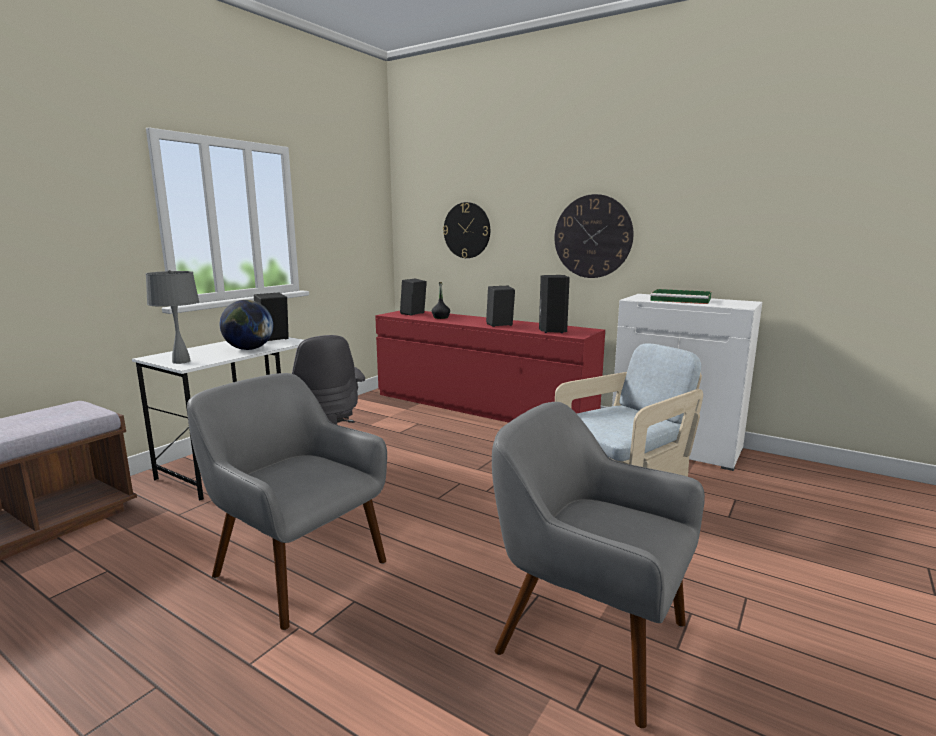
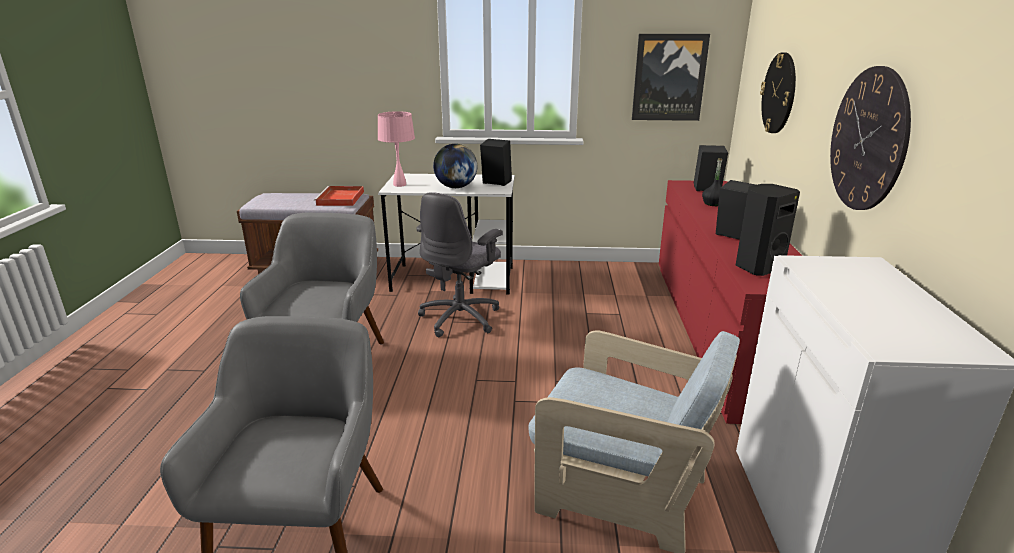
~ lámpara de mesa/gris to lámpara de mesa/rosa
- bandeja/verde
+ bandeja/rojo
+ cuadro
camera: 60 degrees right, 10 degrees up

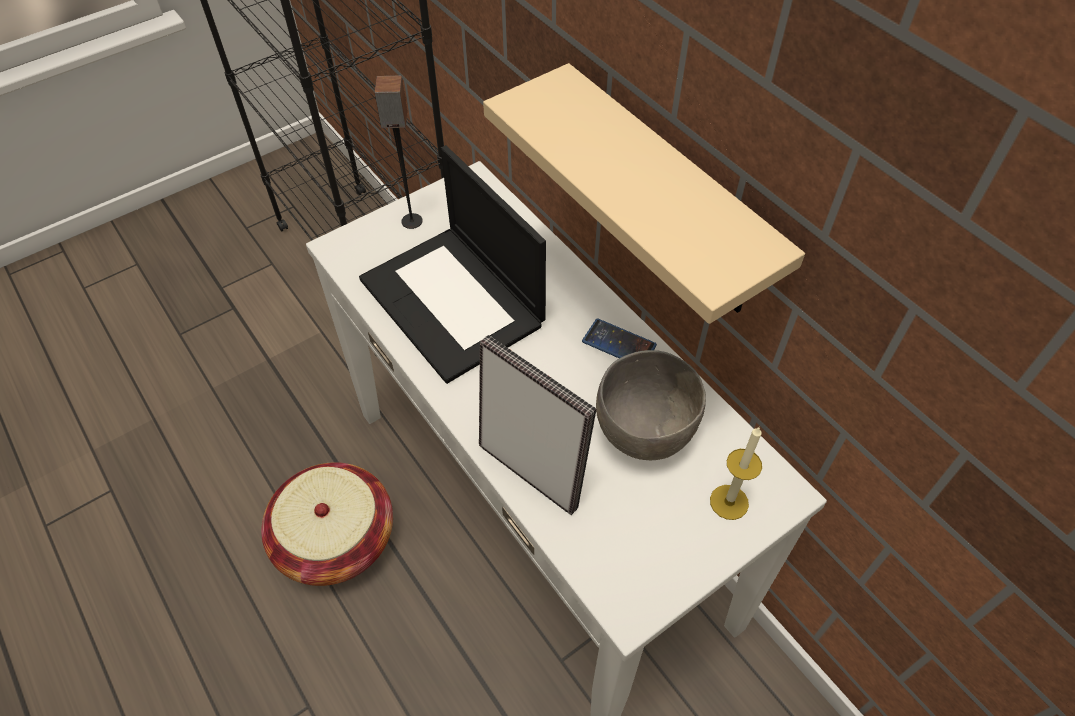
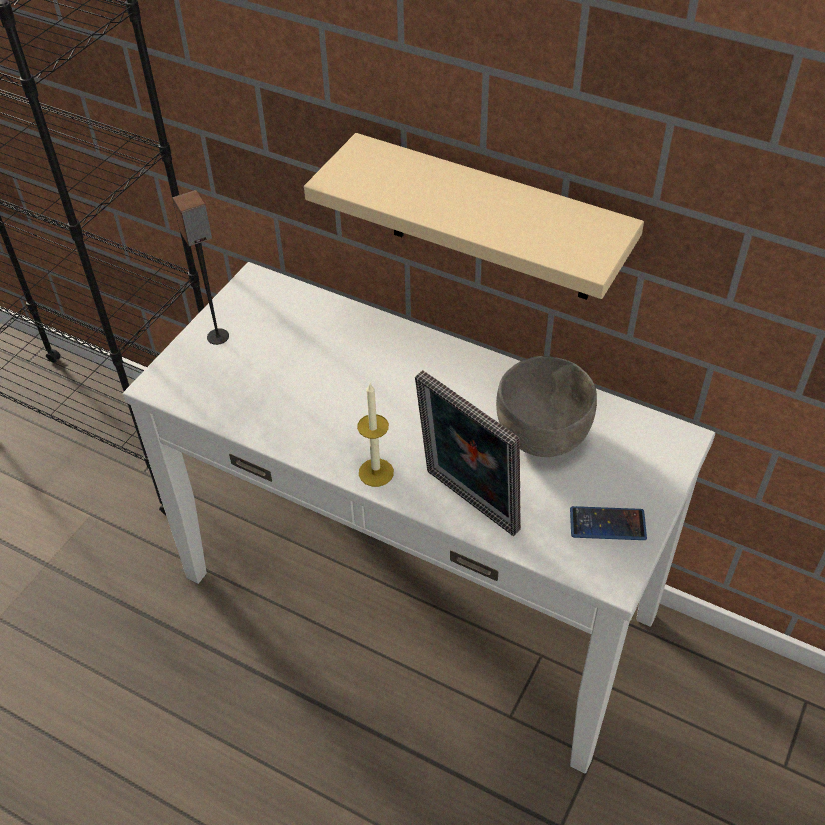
- cesta
- portátil
~ portarretratos 150 degrees counterclockwise
~ móvil
~ vela
camera: 25 degrees left, 5 degrees down

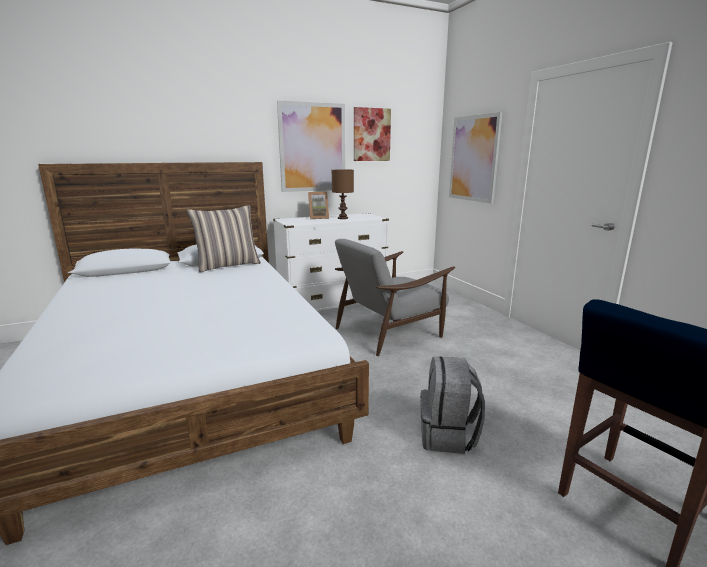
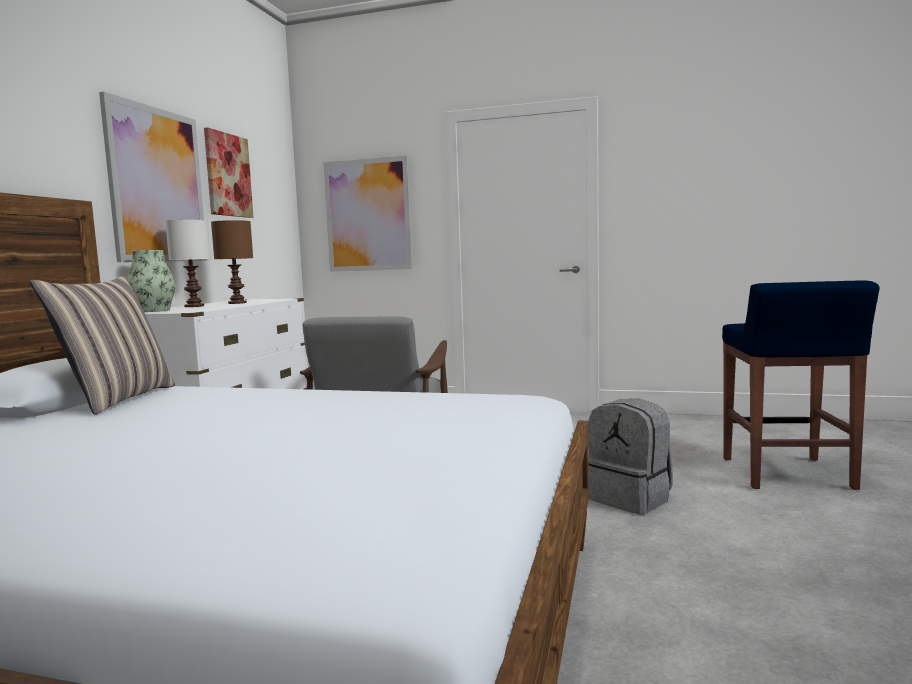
~ portarretratos to lámpara de mesa/blanco
+ florero
camera: 50 degrees left, 10 degrees down

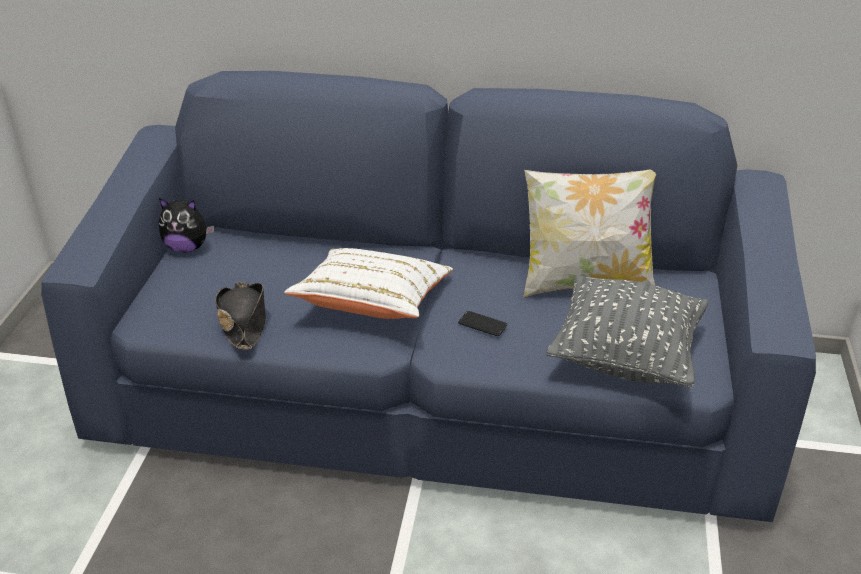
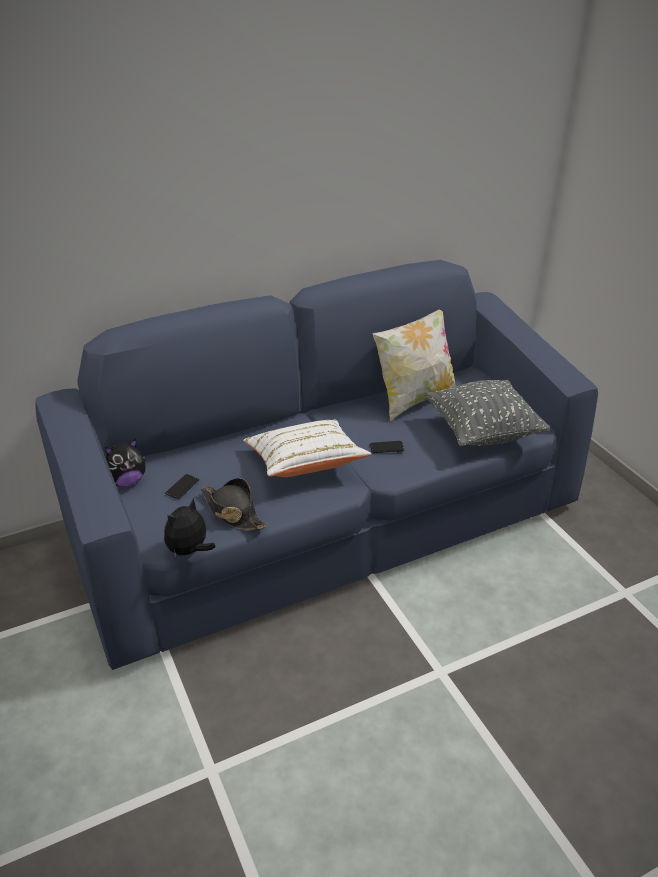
+ peluche (2nd from left)
+ móvil (1st from left)
camera: 35 degrees left, 0 degrees up

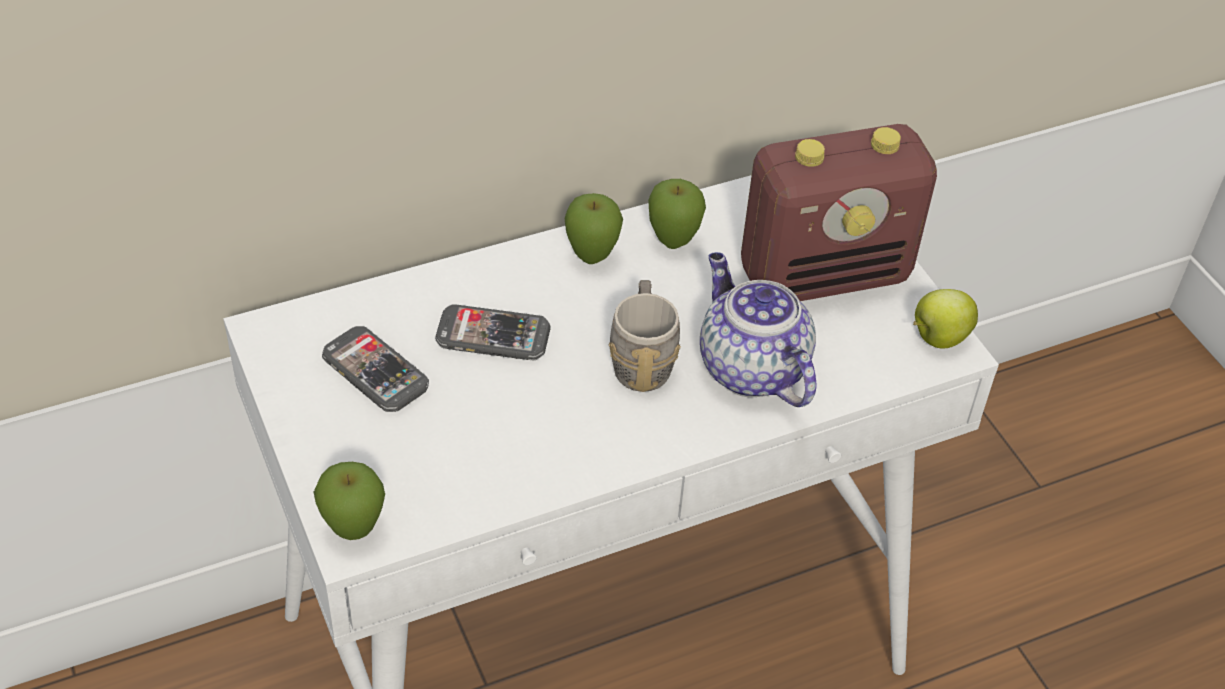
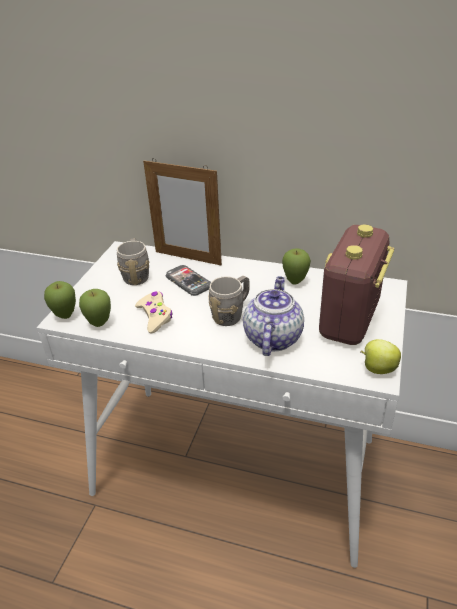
~ móvil (1st from left) to taza grande/gris (1st from left)
~ manzana (2nd from left)
~ radio 90 degrees clockwise
+ mando de consola/beis
+ portarretratos
camera: 45 degrees right, 10 degrees down

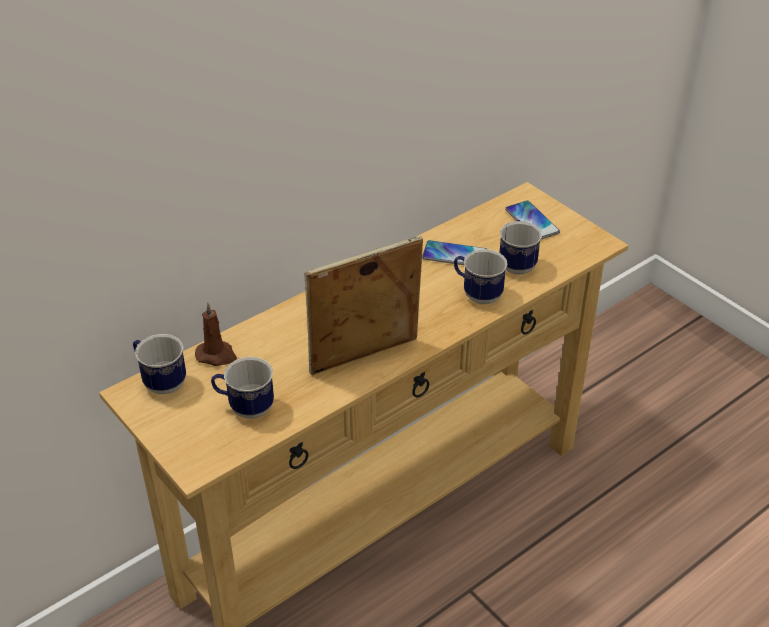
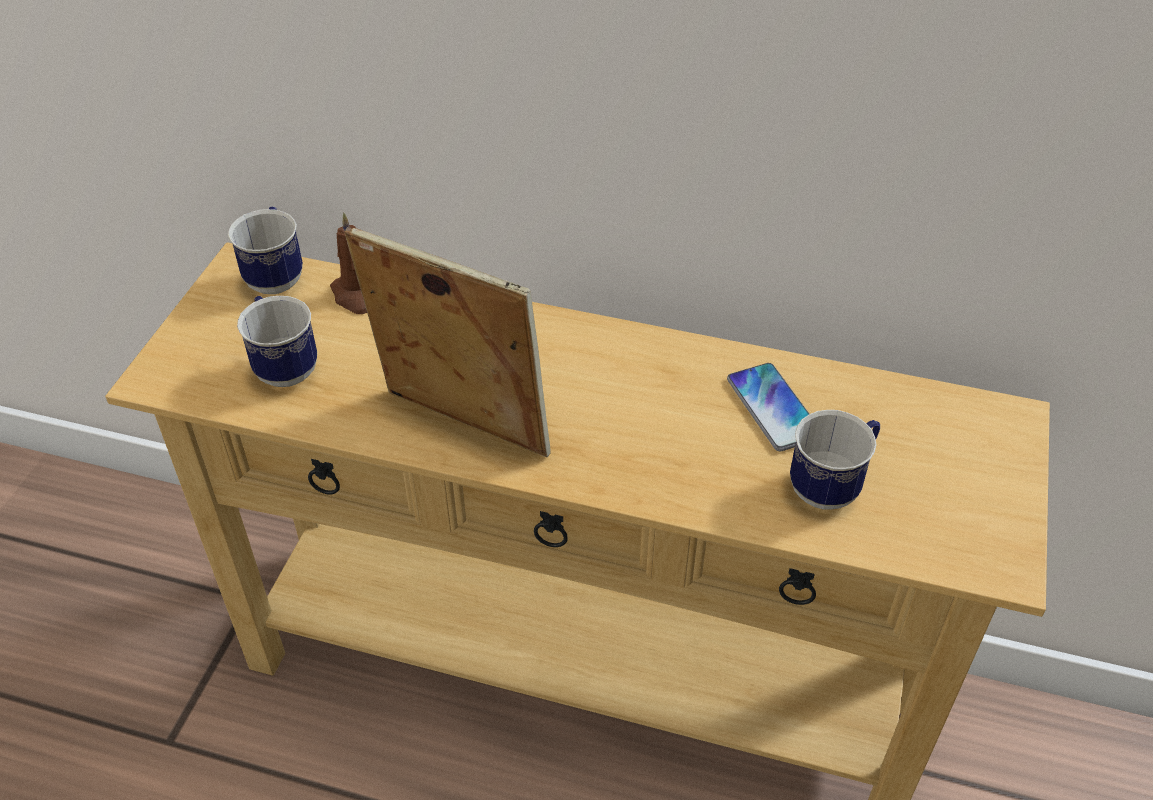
- taza grande (3rd from left)
- móvil (2nd from left)
camera: 55 degrees right, 5 degrees up

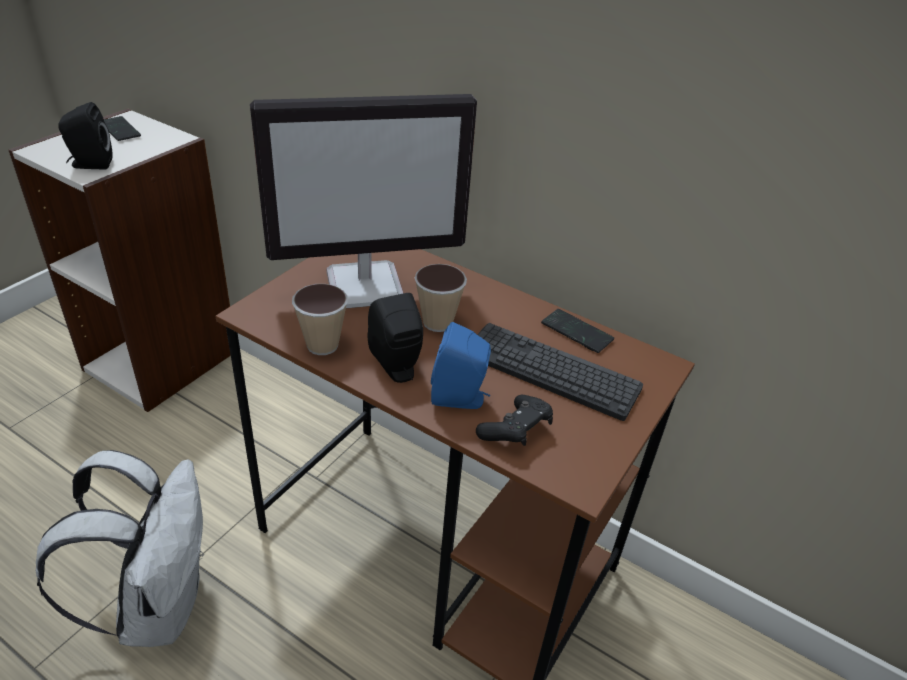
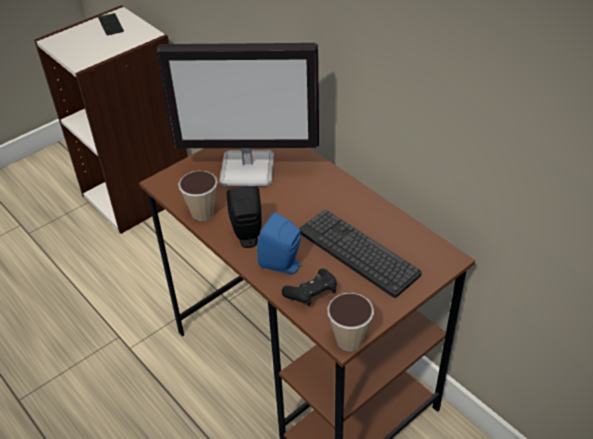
- mochila/blanco
- altavoz/negro (1st from left)
~ taza (2nd from left)
- móvil (2nd from left)
camera: 20 degrees right, 5 degrees up

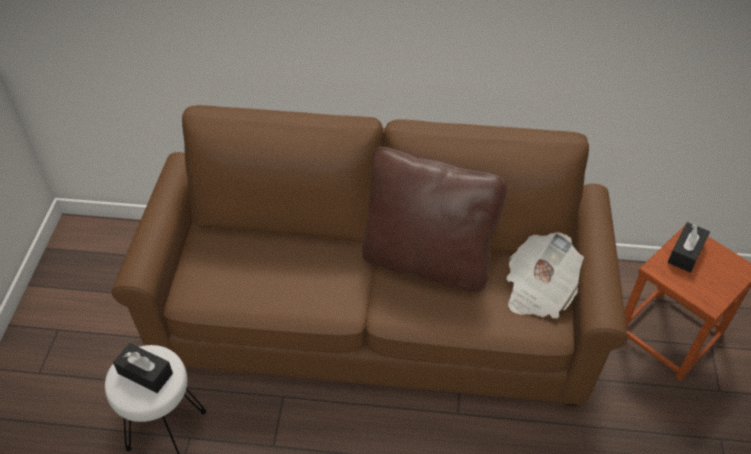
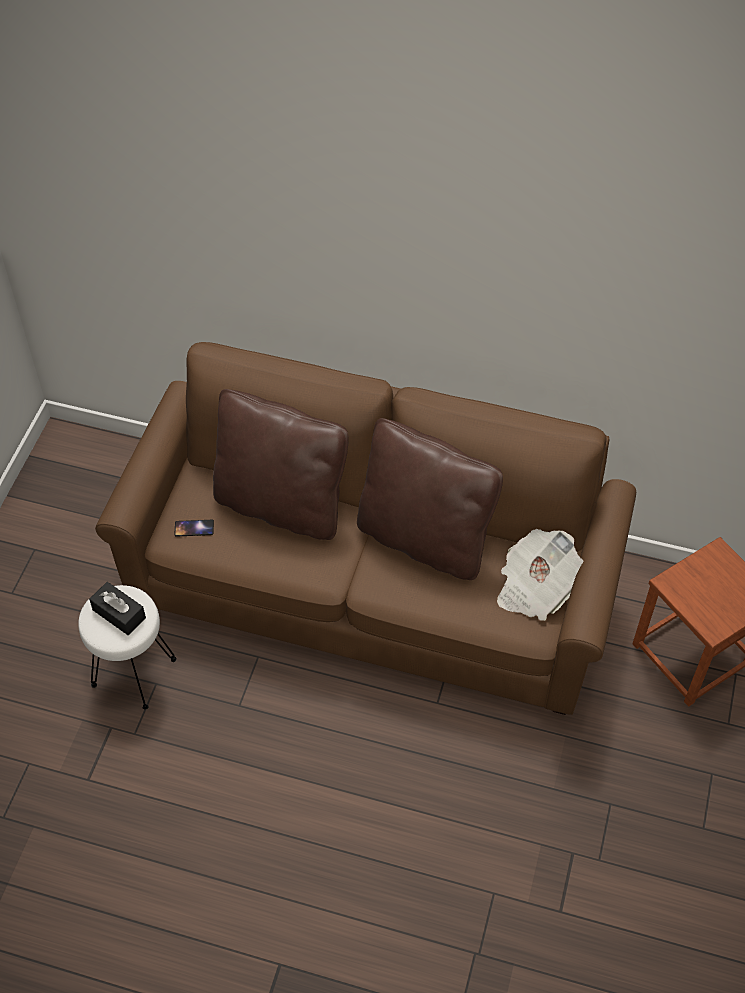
- caja de pañuelos/negro (2nd from left)
+ móvil
+ cojín/marrón (1st from left)
camera: 10 degrees right, 5 degrees up

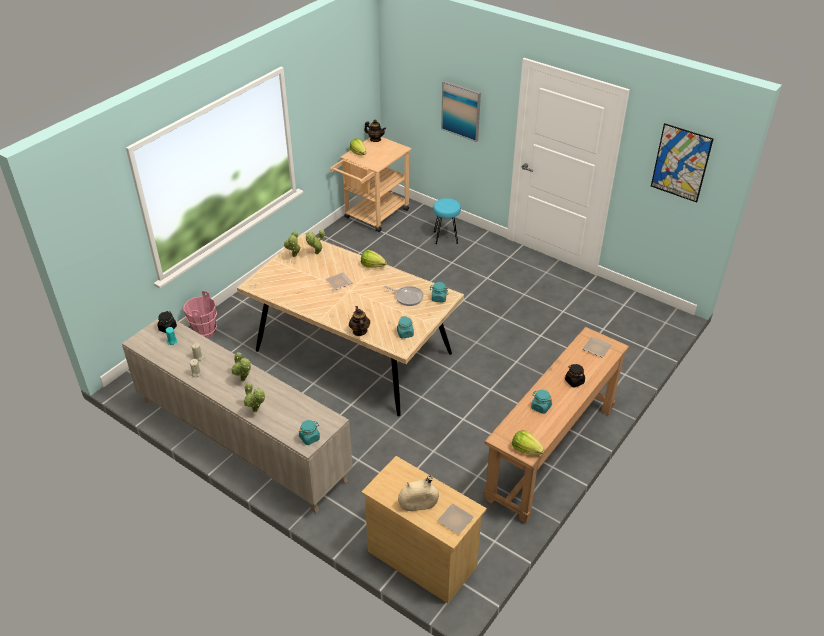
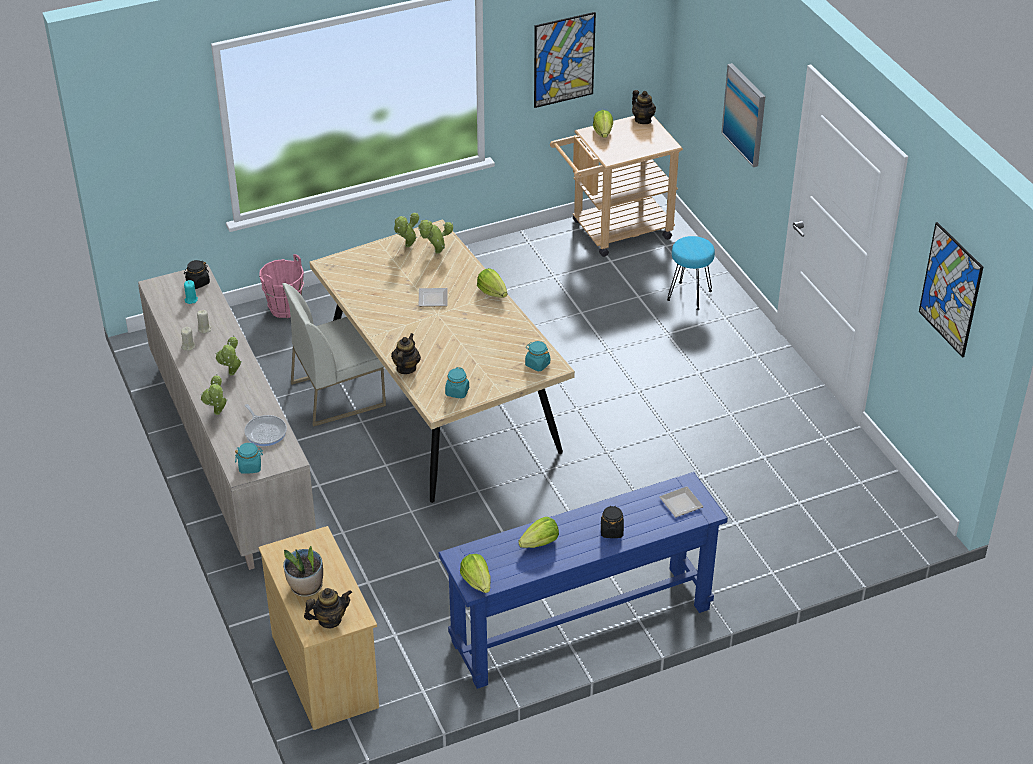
~ sartén
~ florero/beis to planta en maceta (3rd from left)
~ plato (2nd from left) to tetera (1st from left)
~ mesa consola/marrón to mesa consola/azul
~ tarro/turquesa (4th from left) to lechuga (3rd from left)
+ silla/blanco
+ cuadro (1st from left)
camera: 30 degrees right, 0 degrees up

